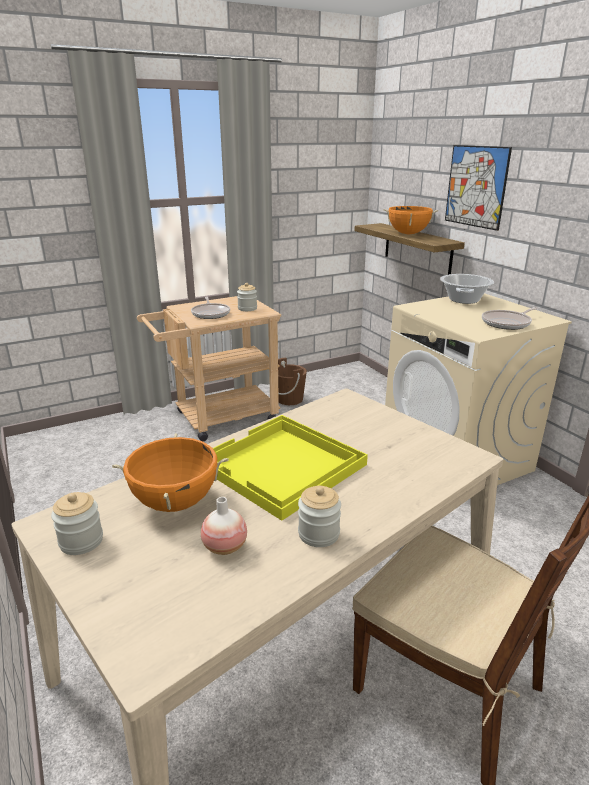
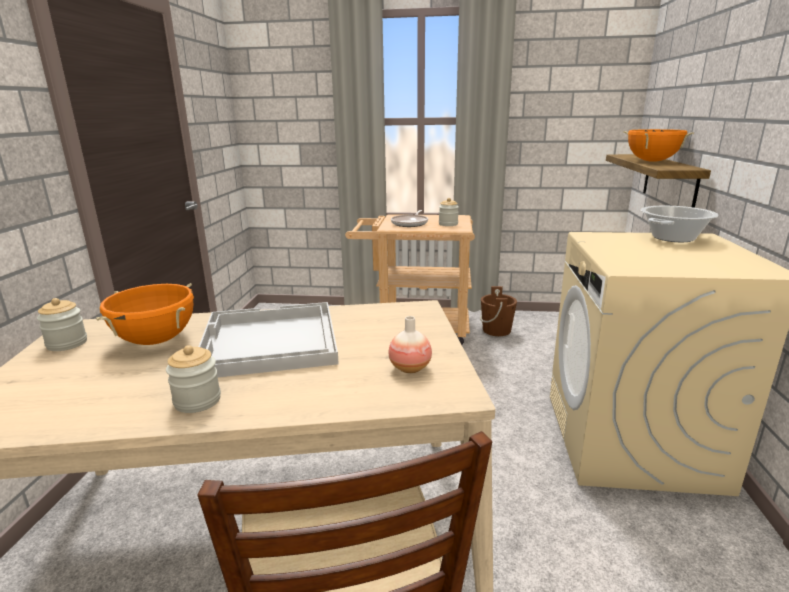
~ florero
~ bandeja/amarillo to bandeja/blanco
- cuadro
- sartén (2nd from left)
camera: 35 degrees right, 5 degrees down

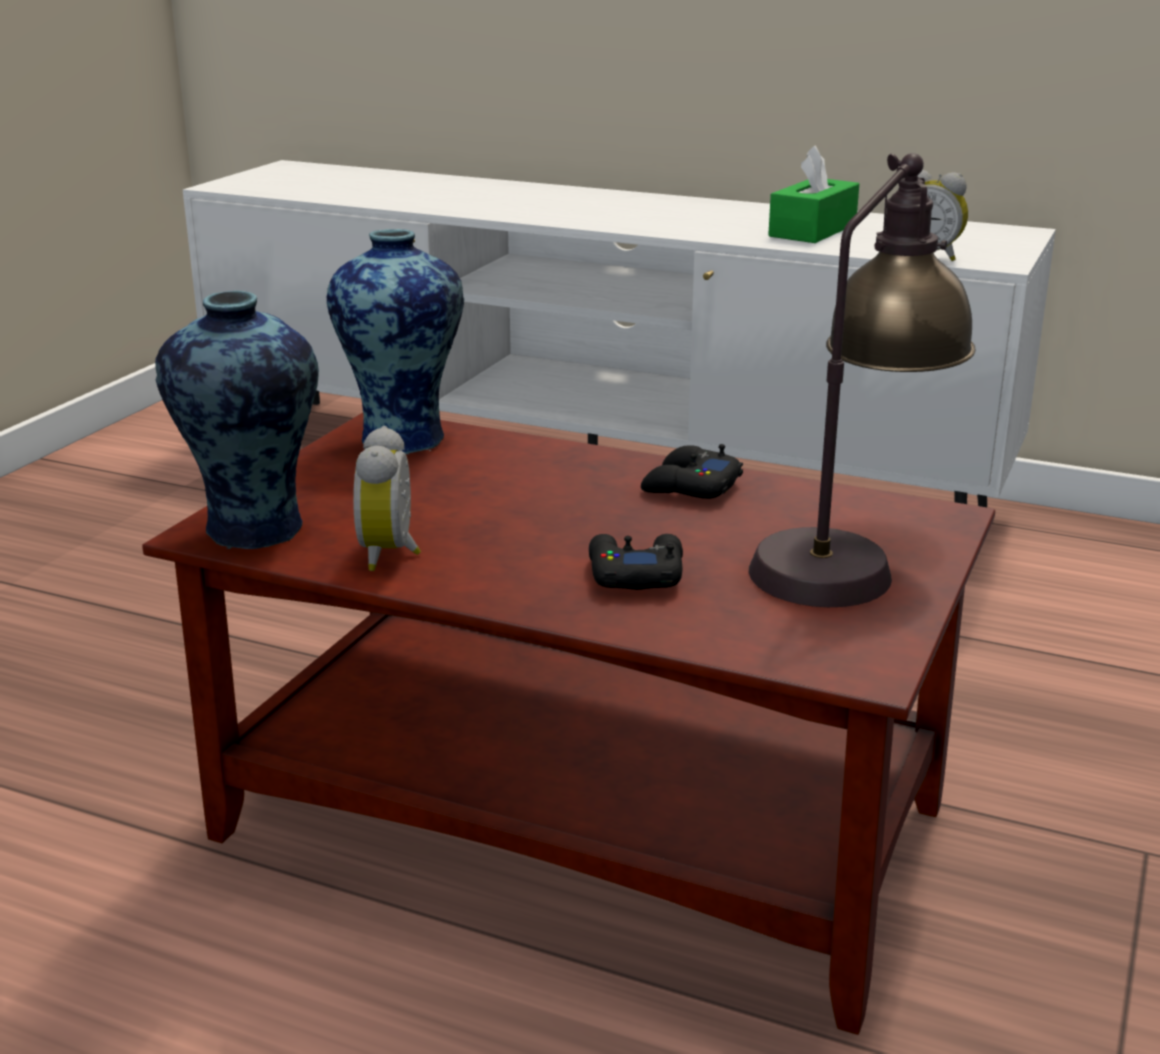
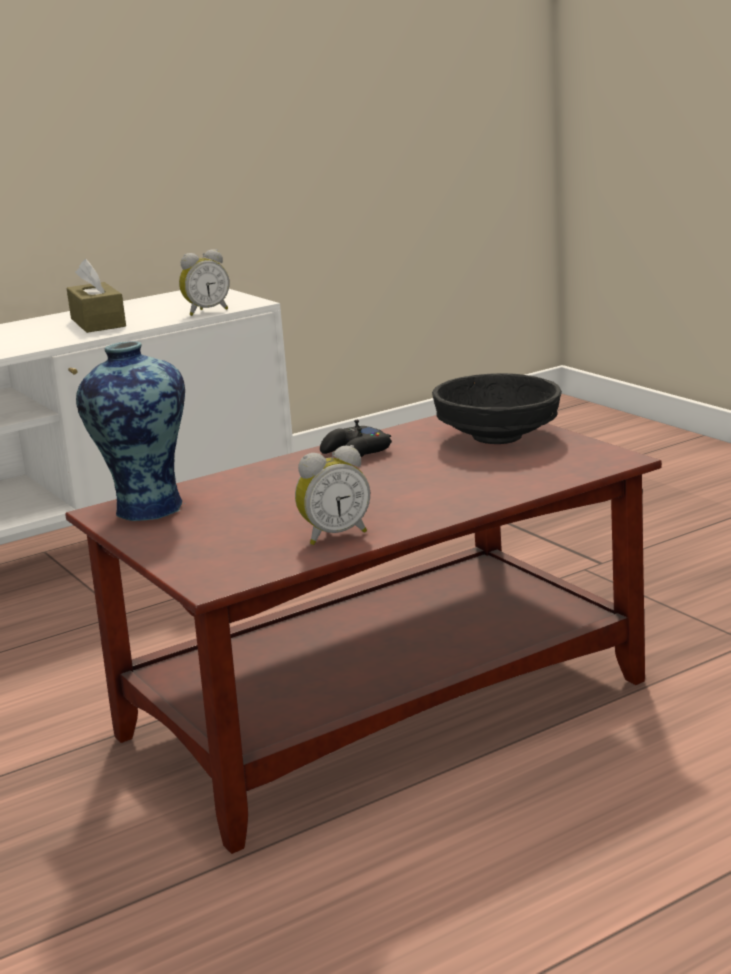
- florero (1st from left)
~ despertador (1st from left in the first image) 60 degrees counterclockwise
- mando de consola/negro (1st from left)
~ lámpara de mesa to cuenco/negro
~ caja de pañuelos/verde to caja de pañuelos/marrón
camera: 55 degrees left, 5 degrees down

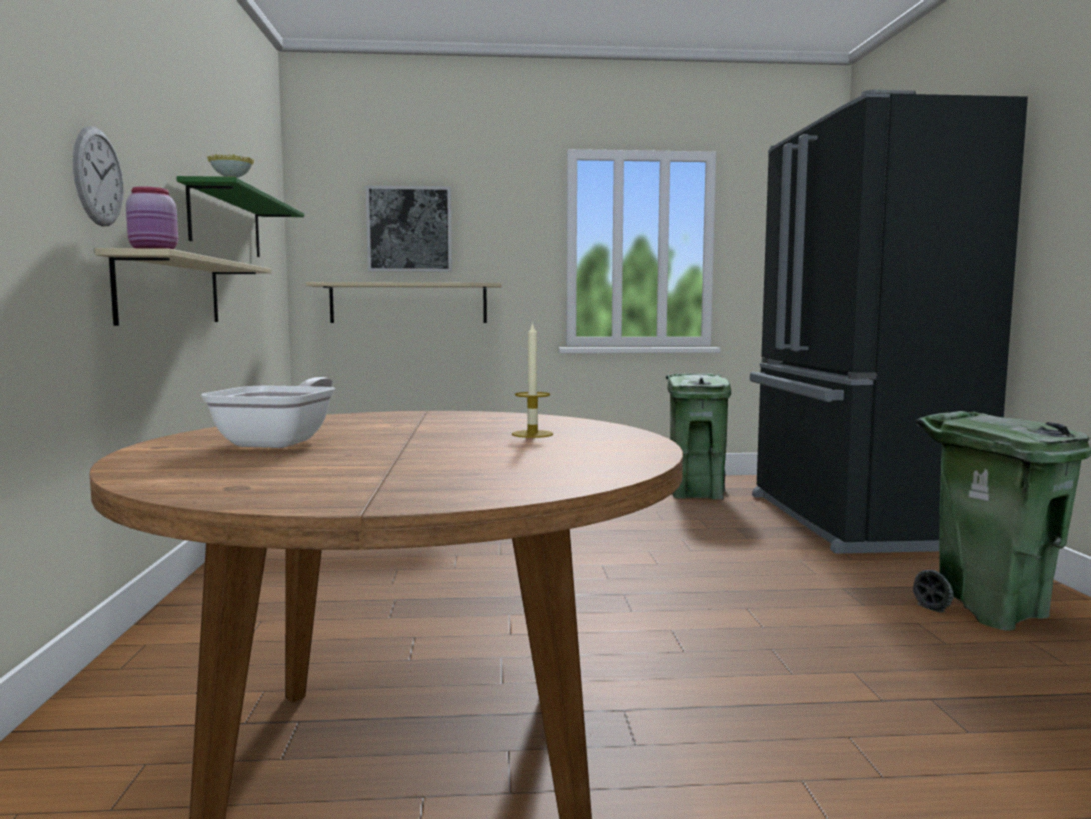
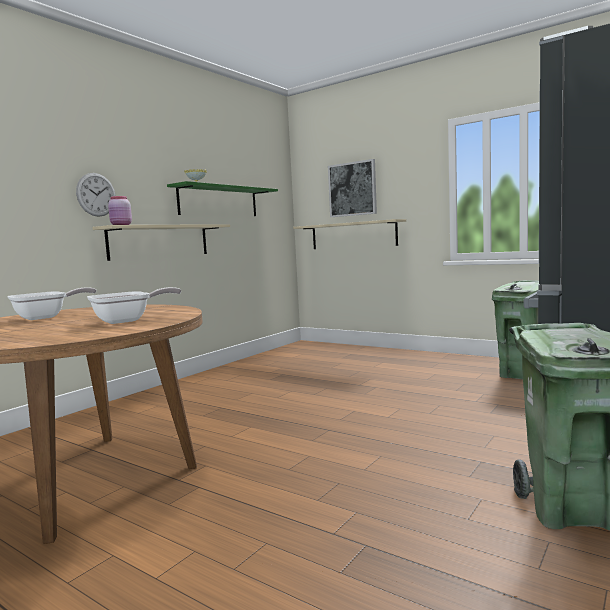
~ vela to sartén (2nd from left)
camera: 40 degrees right, 0 degrees up

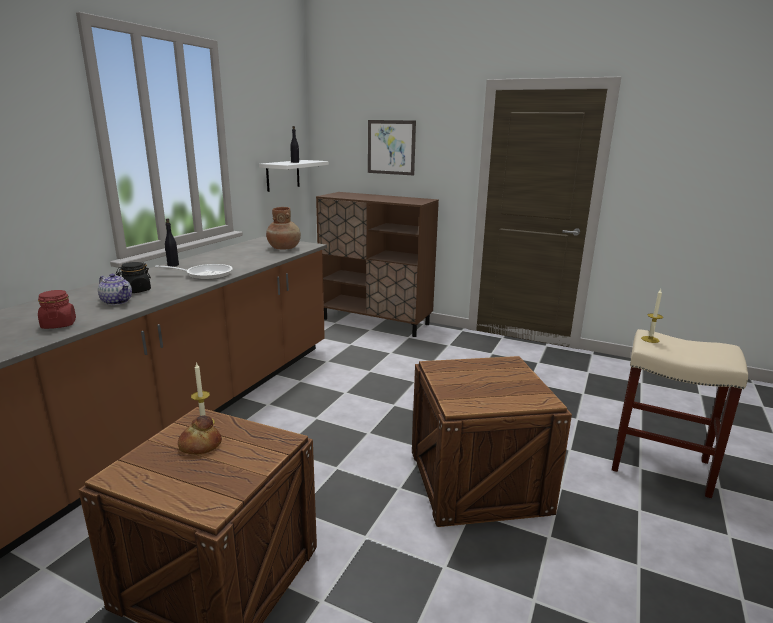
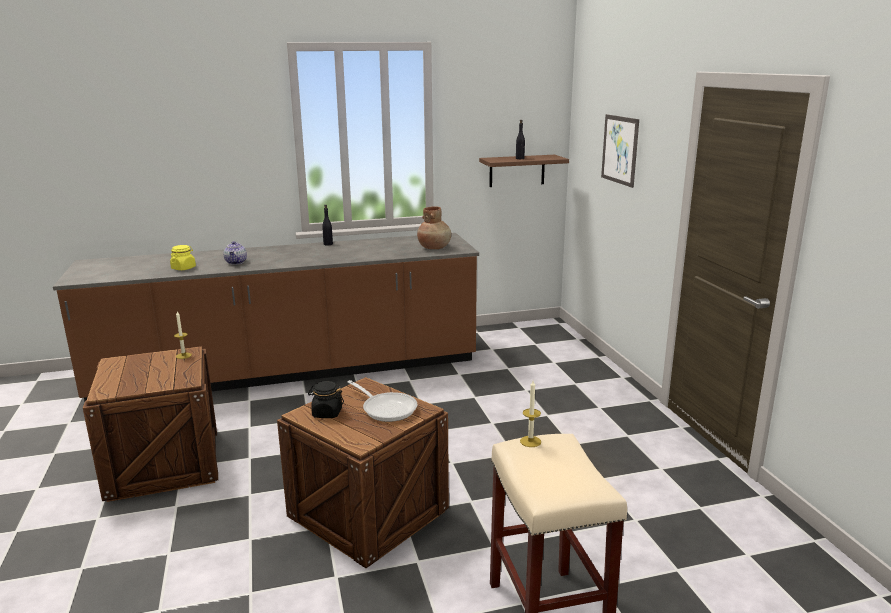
~ tarro/rojo to tarro/amarillo
~ tarro/negro
~ sartén
- pan
~ estante/blanco to estante/marrón
- armario/marrón
camera: 50 degrees right, 0 degrees up

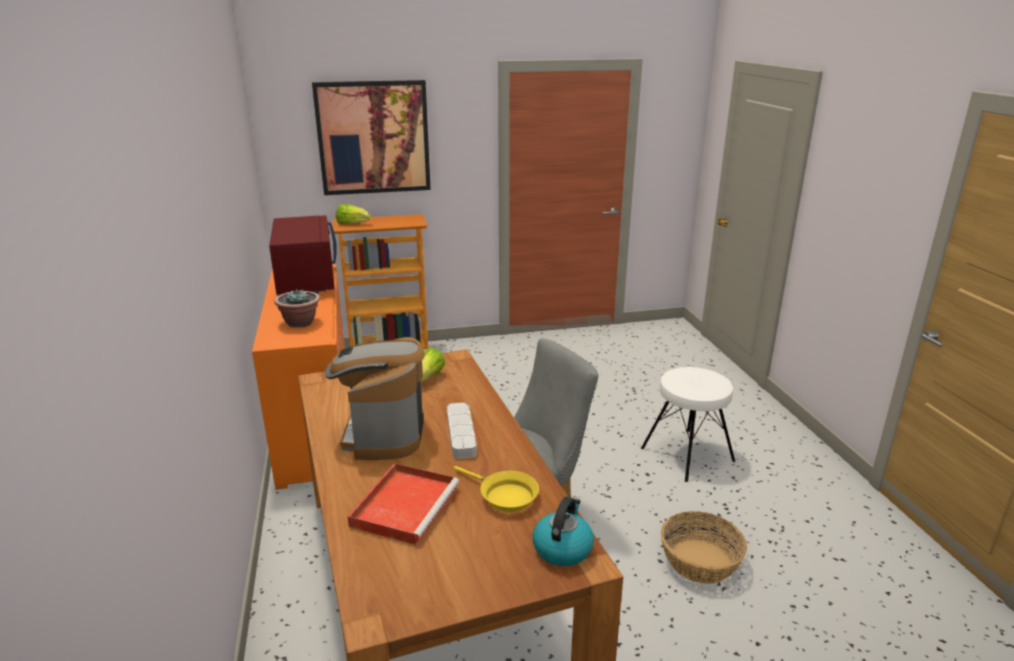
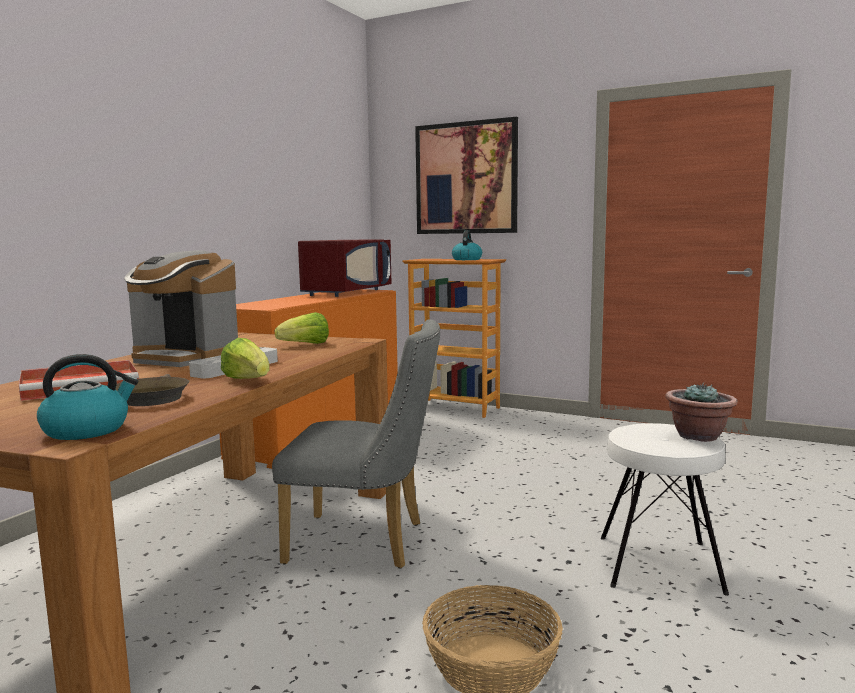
~ planta en maceta
~ cafetera 105 degrees counterclockwise
~ lechuga (1st from left)
~ sartén/amarillo to sartén/marrón
+ hervidor (2nd from left)
camera: 40 degrees right, 15 degrees down

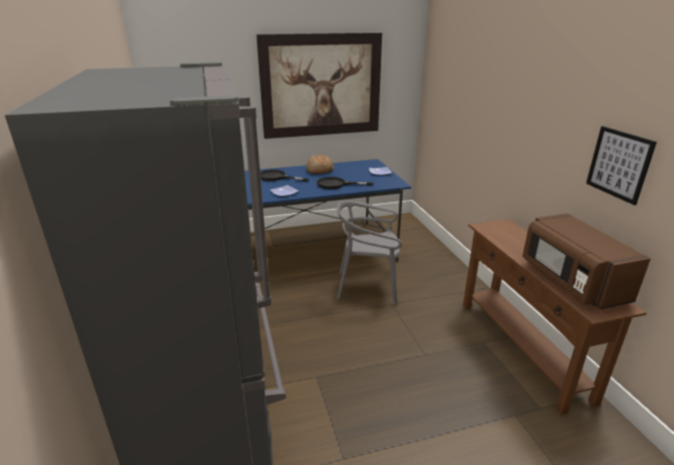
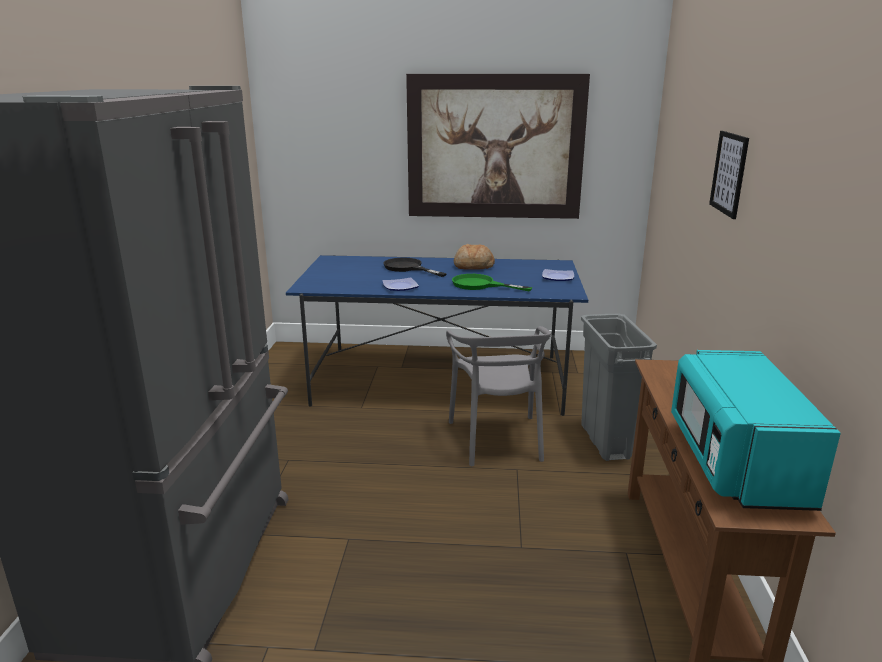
~ sartén/negro (2nd from left) to sartén/verde
~ silla/gris 120 degrees counterclockwise
~ microondas/marrón to microondas/turquesa
~ cuadro (2nd from left)
+ papelera/gris
camera: 20 degrees right, 5 degrees down

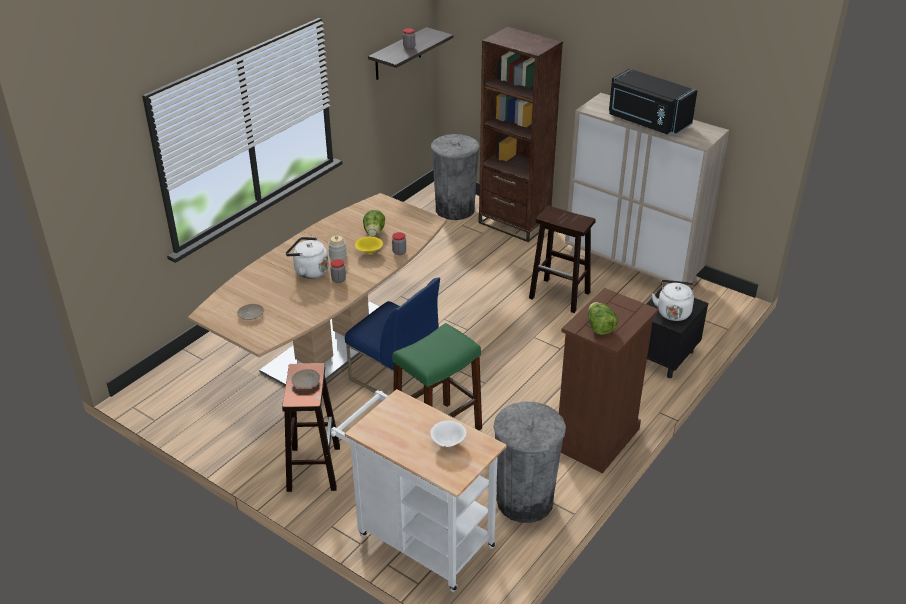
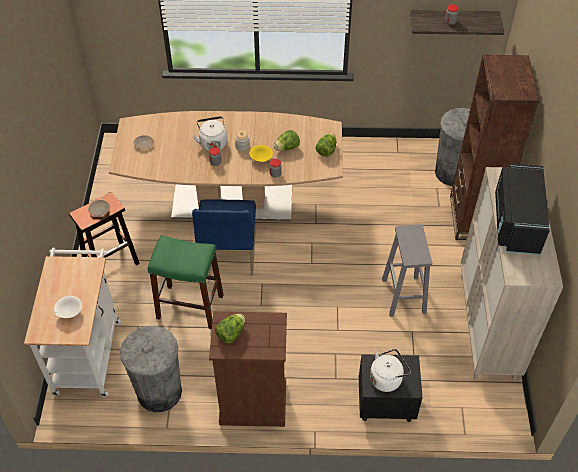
~ taburete/marrón (2nd from left) to taburete/gris
+ lechuga (3rd from left)
camera: 55 degrees right, 15 degrees up

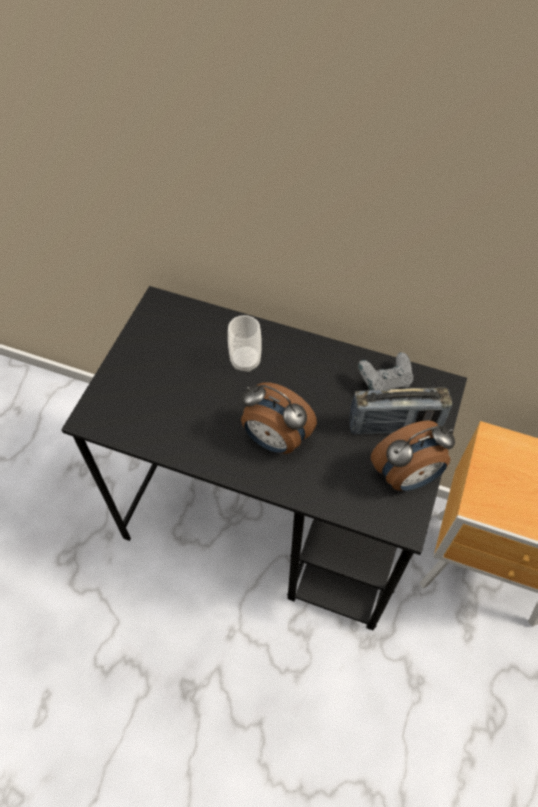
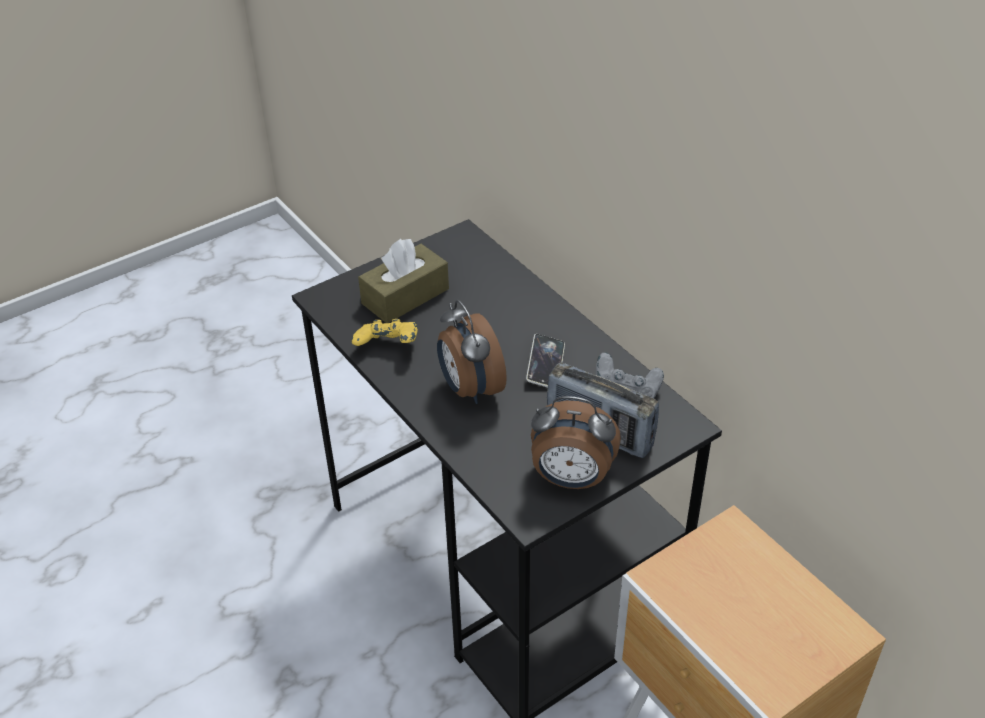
- taza
+ mando de consola/amarillo
+ caja de pañuelos/marrón
+ móvil
camera: 35 degrees right, 15 degrees down

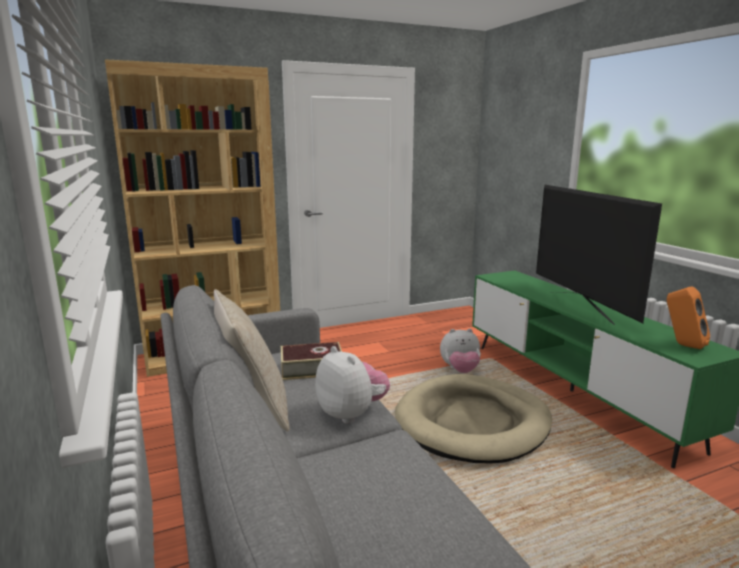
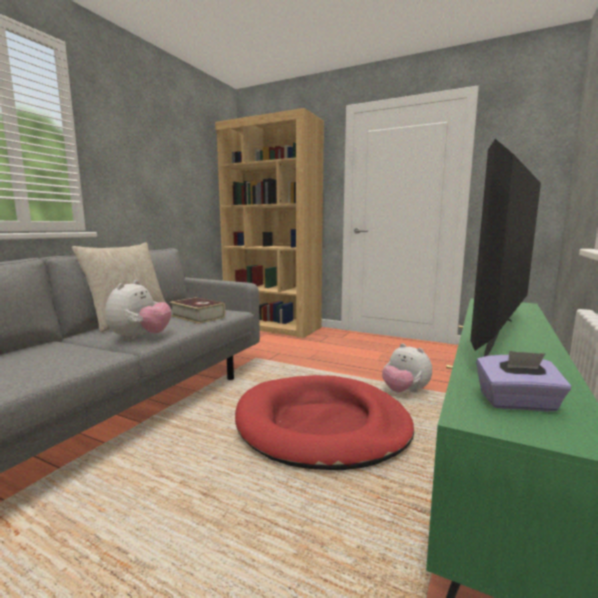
~ cama para perro/beis to cama para perro/rojo
~ altavoz/naranja to caja de pañuelos/morado
camera: 50 degrees right, 5 degrees down

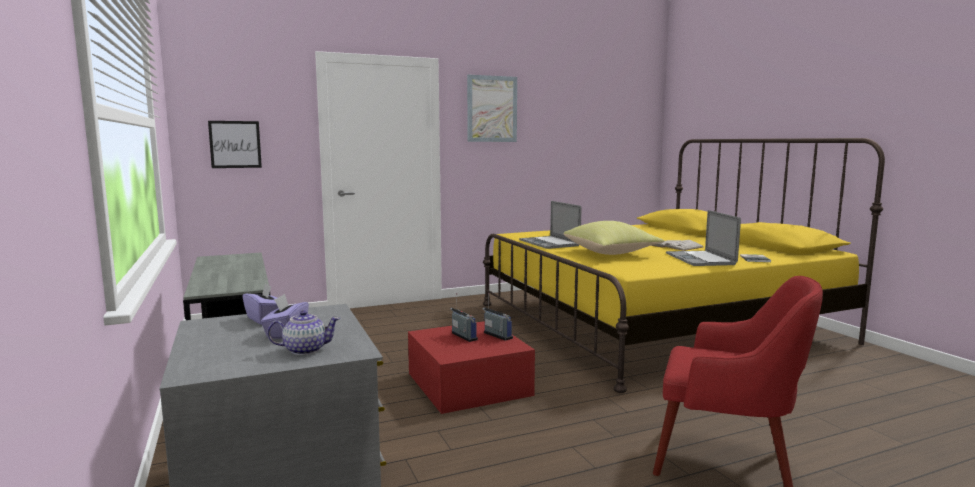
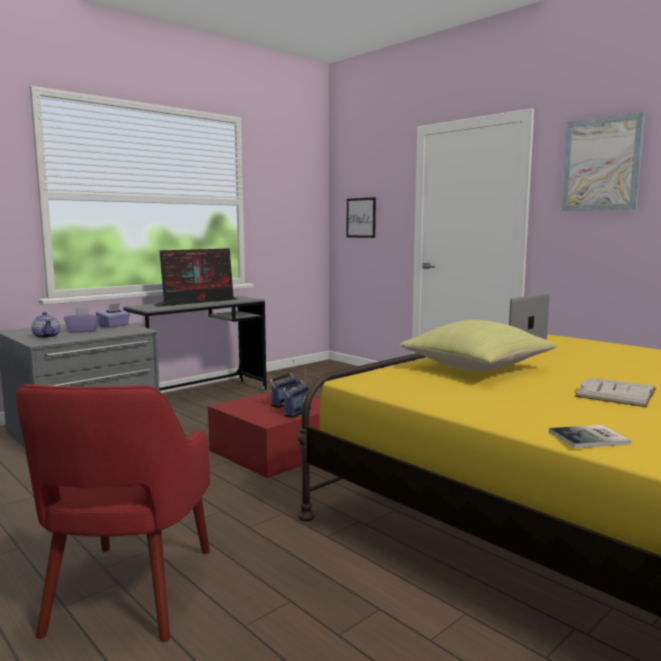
- portátil (2nd from left)
+ monitor
camera: 70 degrees right, 0 degrees up

